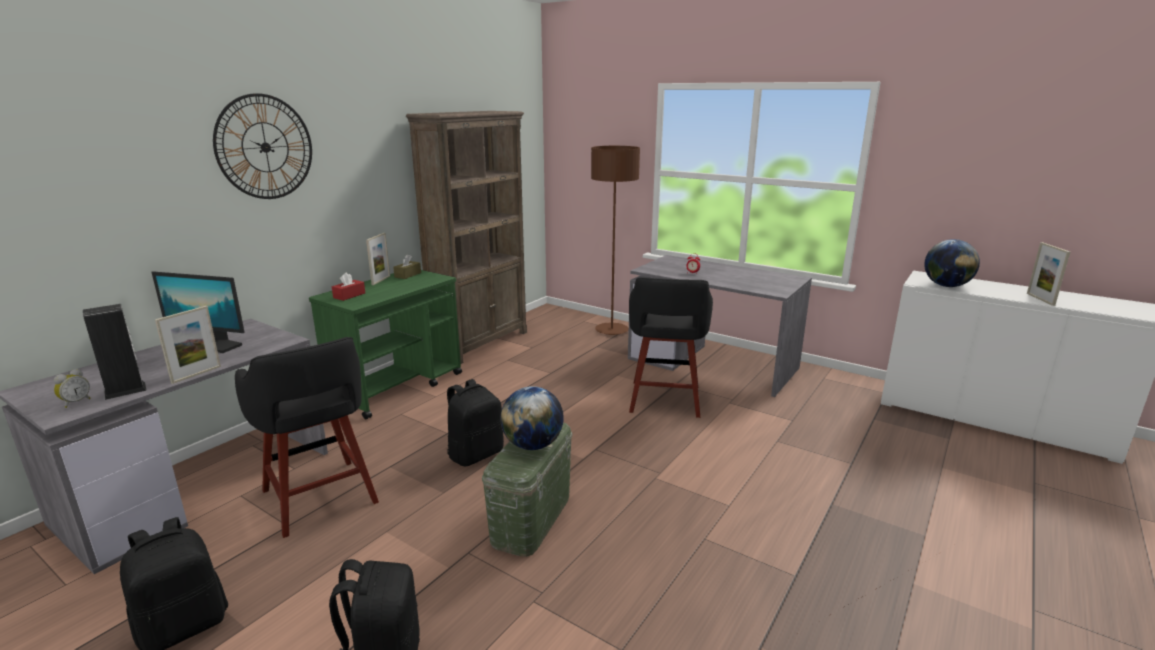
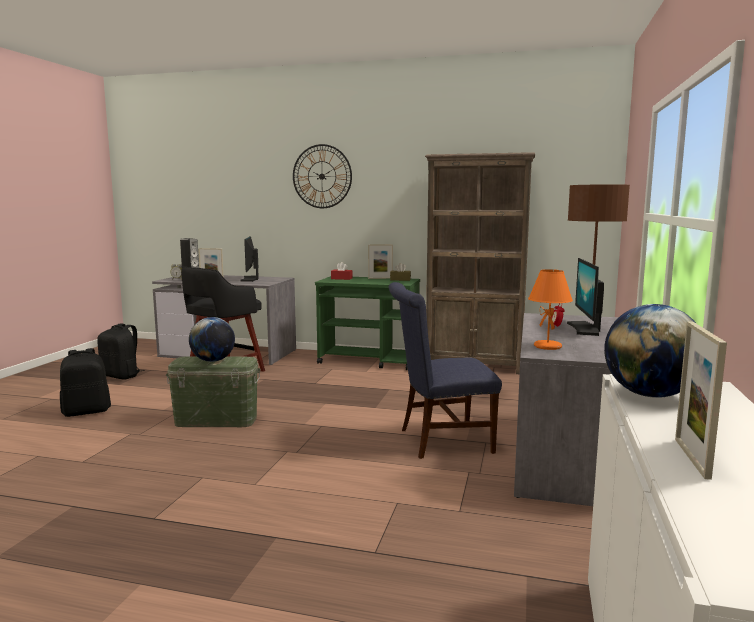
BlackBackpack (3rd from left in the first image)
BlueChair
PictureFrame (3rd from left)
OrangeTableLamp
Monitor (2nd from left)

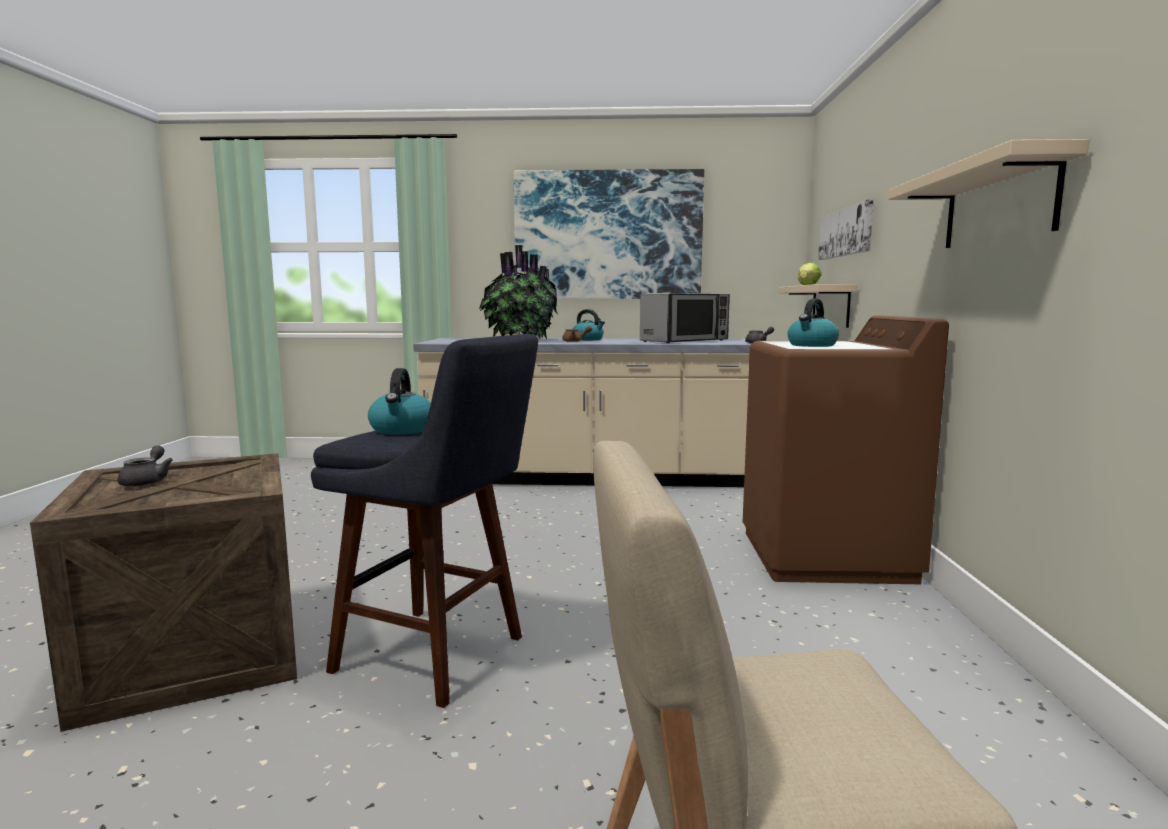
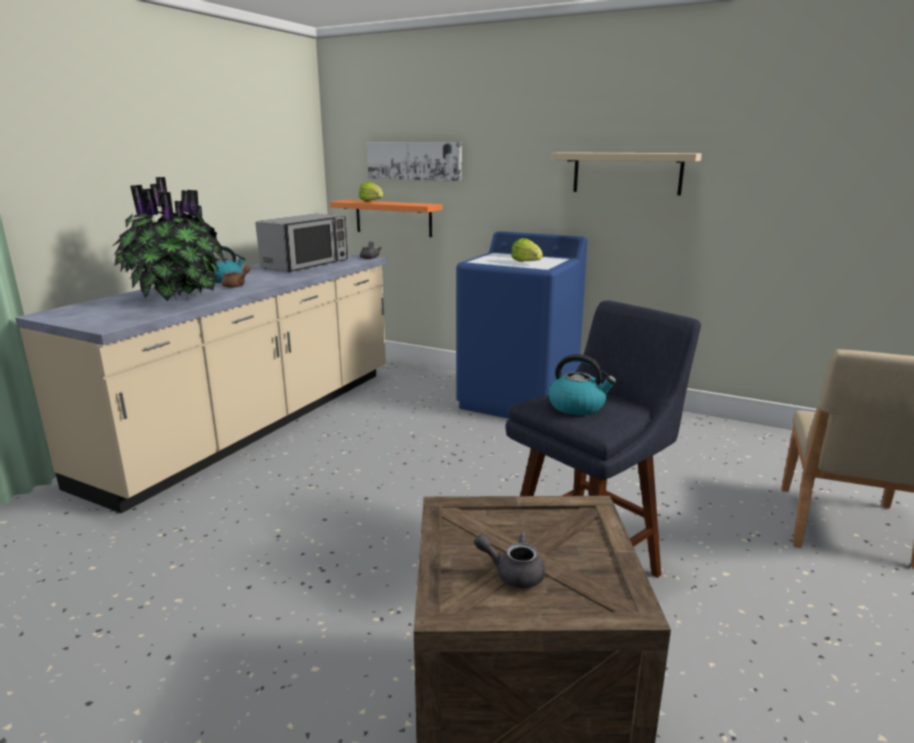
Picture (1st from left in the first image)
Microwave
BlueWashingMachine
OrangeShelf
Lettuce (2nd from left)

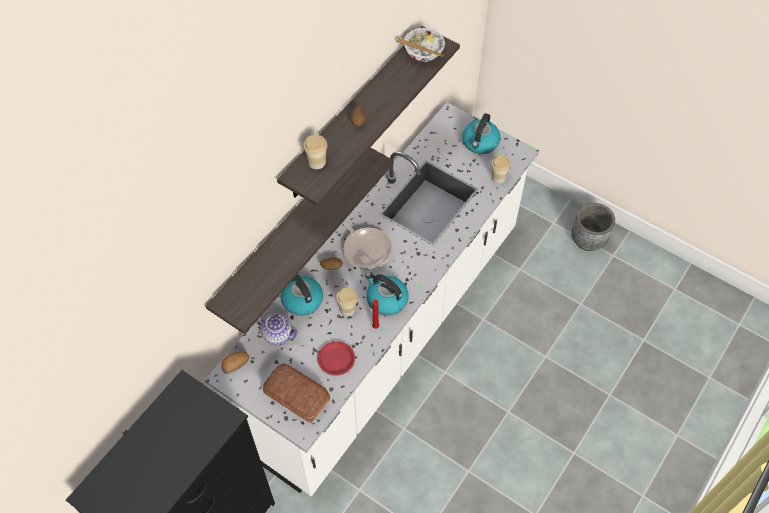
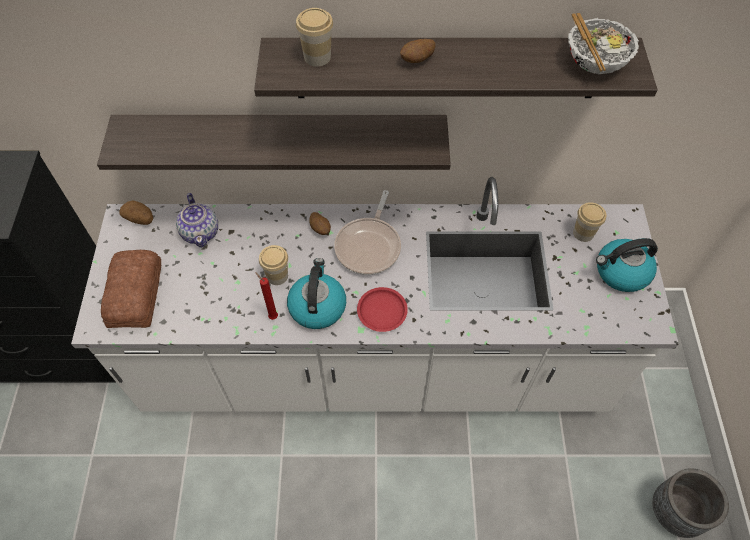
Kettle (1st from left in the first image)
RedPlate
Cup (3rd from left)

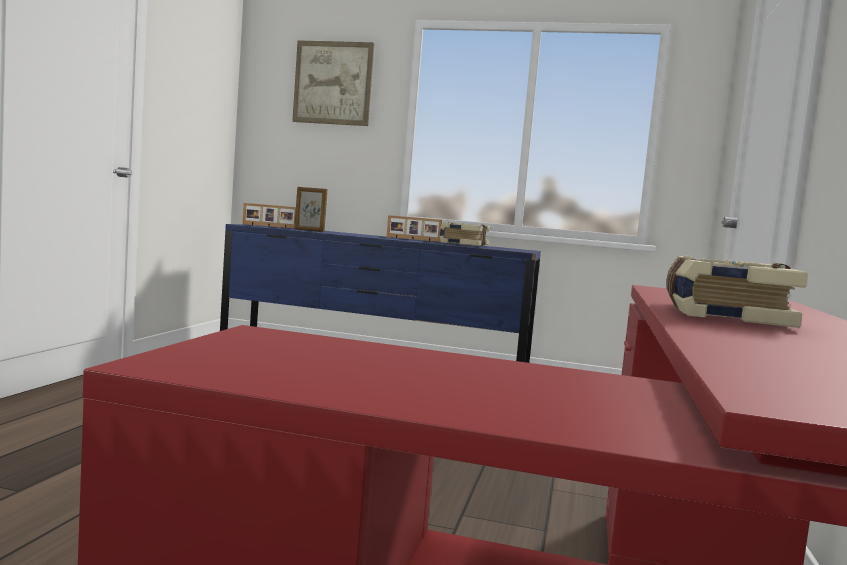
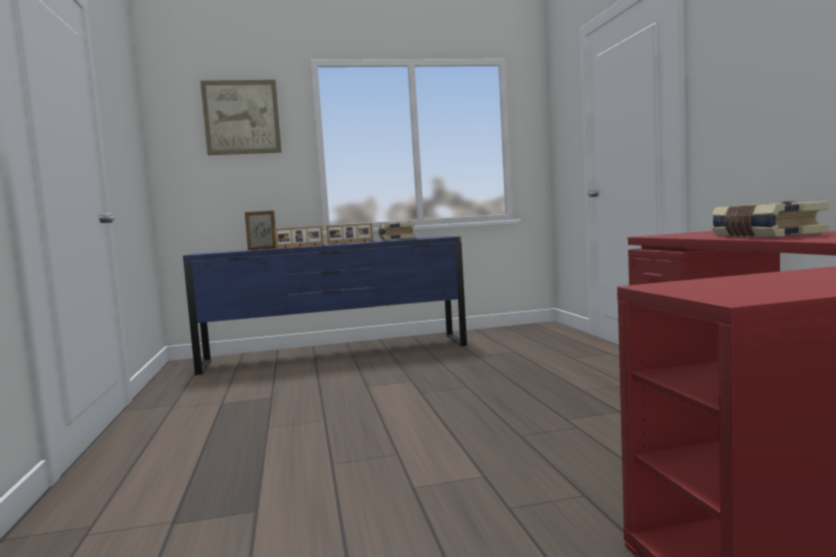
PictureFrame (2nd from left)

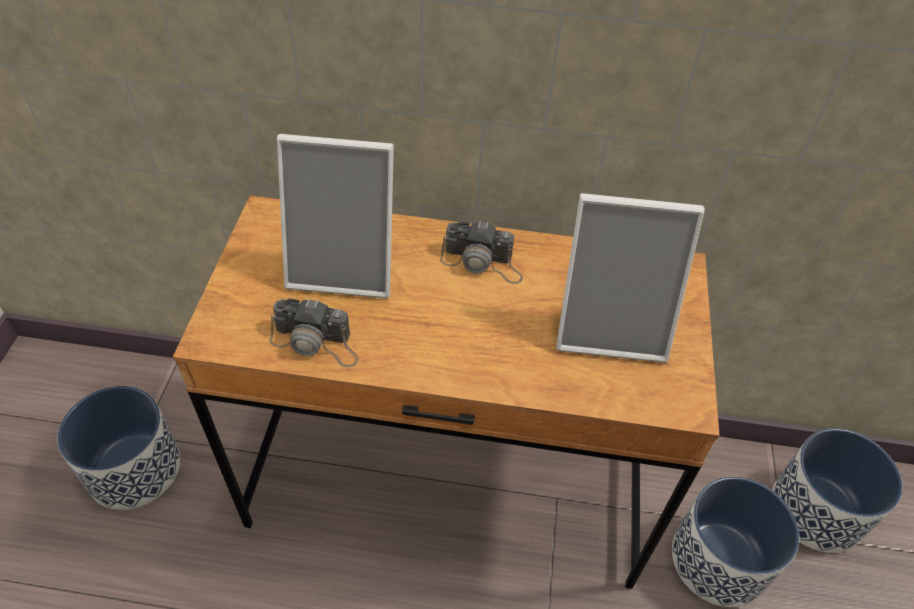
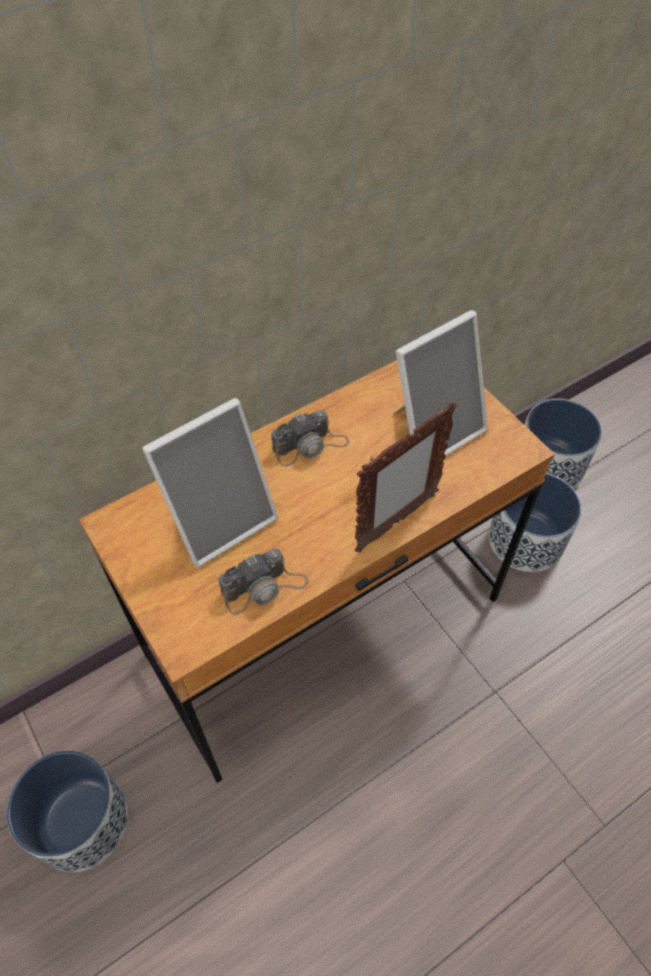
PictureFrame (2nd from left)

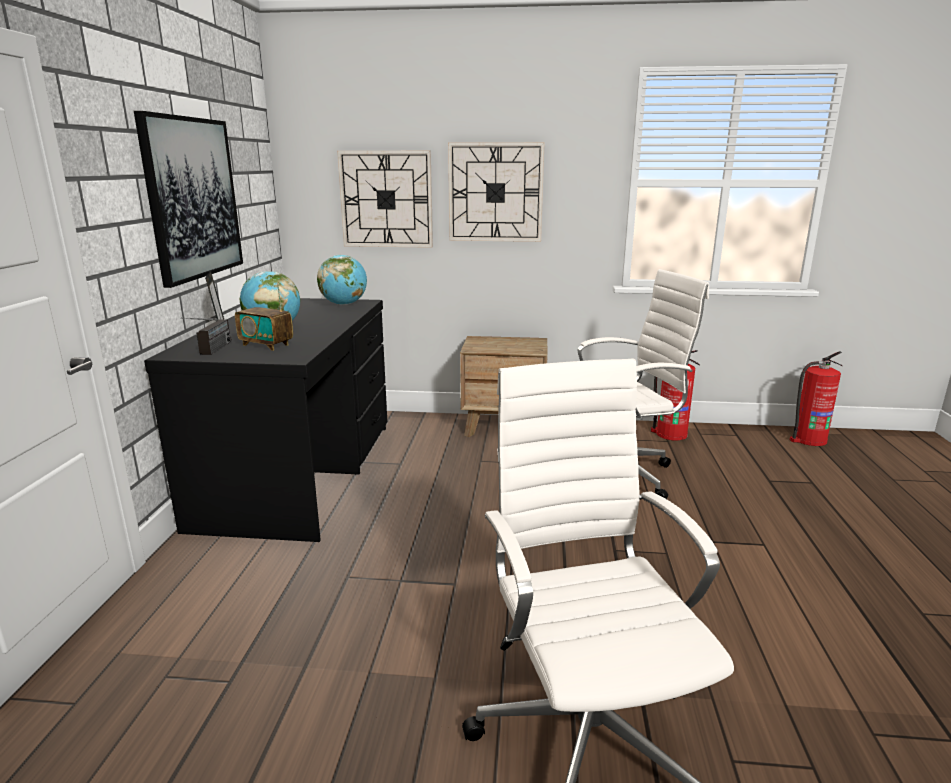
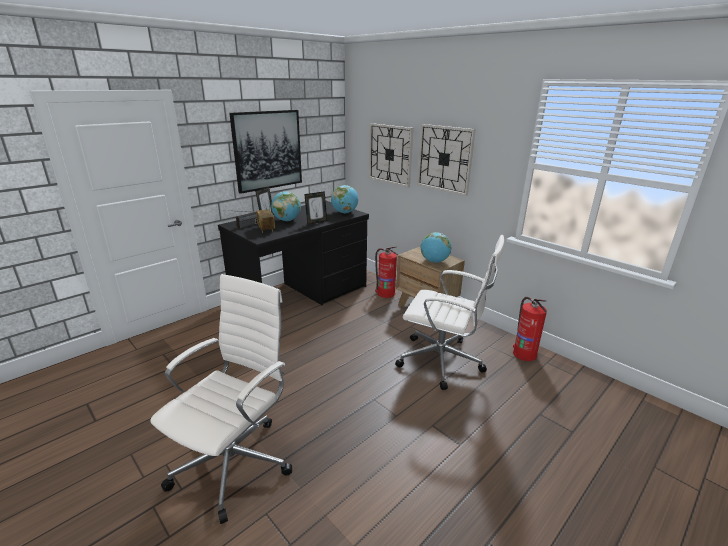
FireExtinguisher (1st from left)
PictureFrame (2nd from left)
Globe (3rd from left)

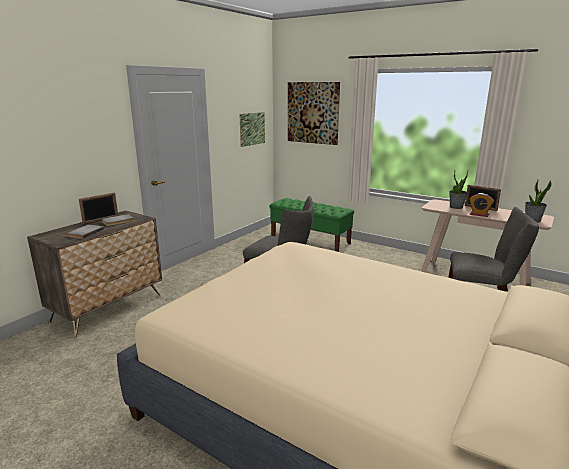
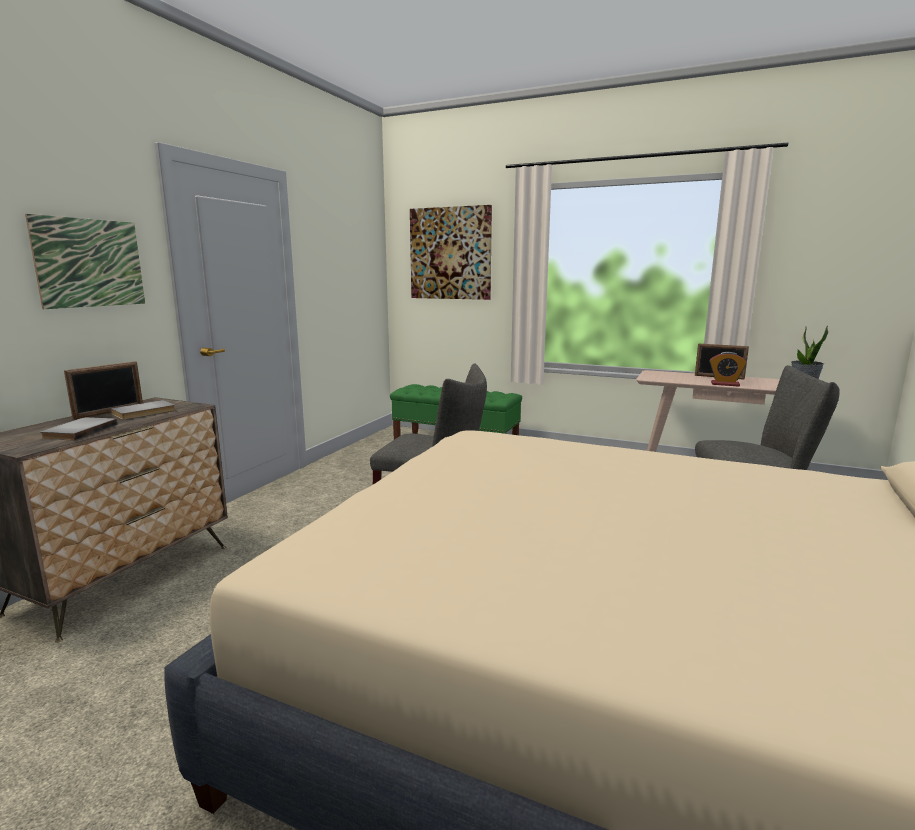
Picture (1st from left)
PottedPlant (1st from left in the first image)

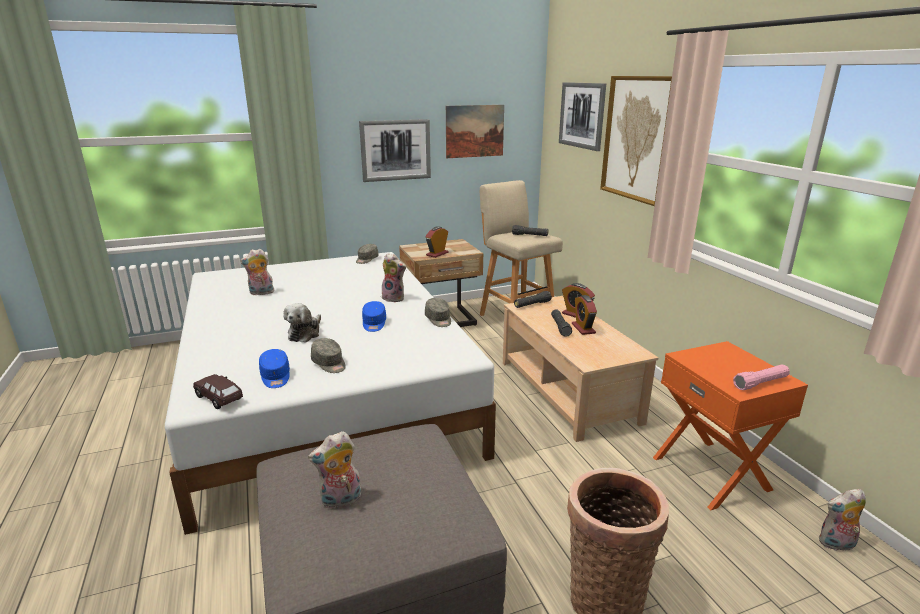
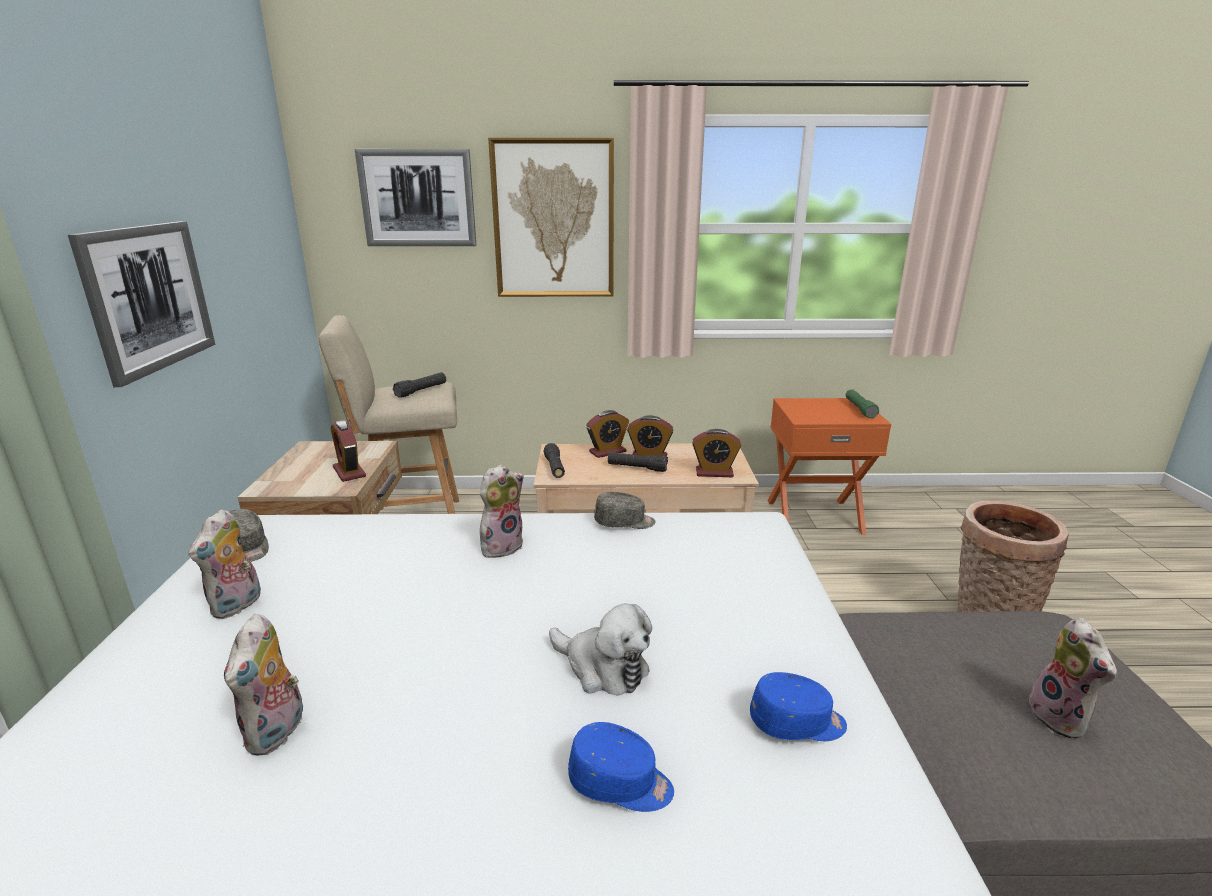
BrownToyCar
GreyCap (1st from left in the first image)
BlueCap (1st from left)
Picture (2nd from left in the first image)
GreenFlashlight
PlushToy (1st from left)
AlarmClock (4th from left)

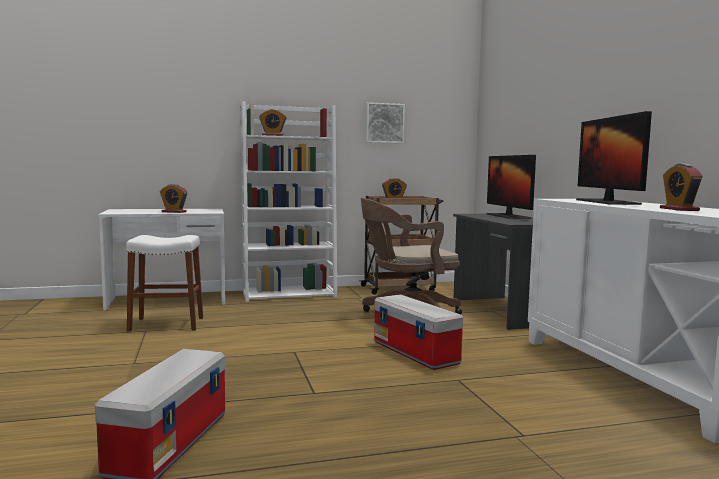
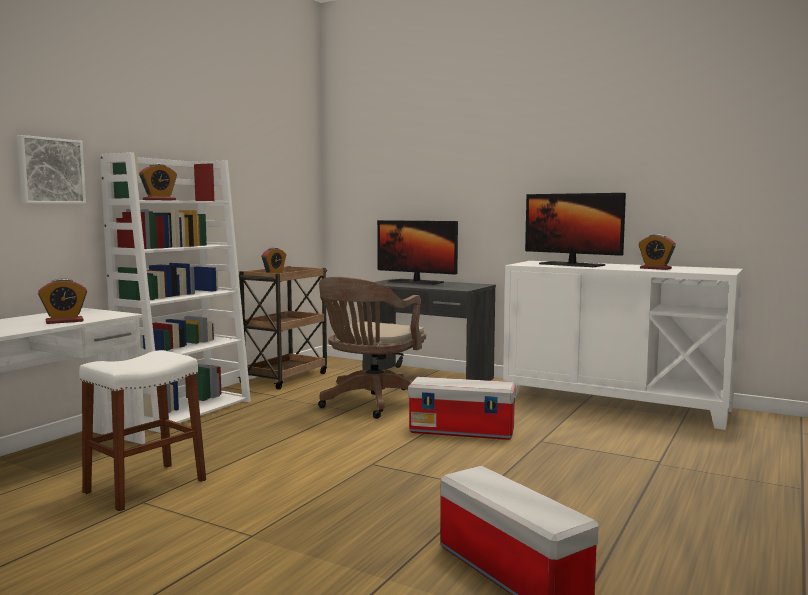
Picture

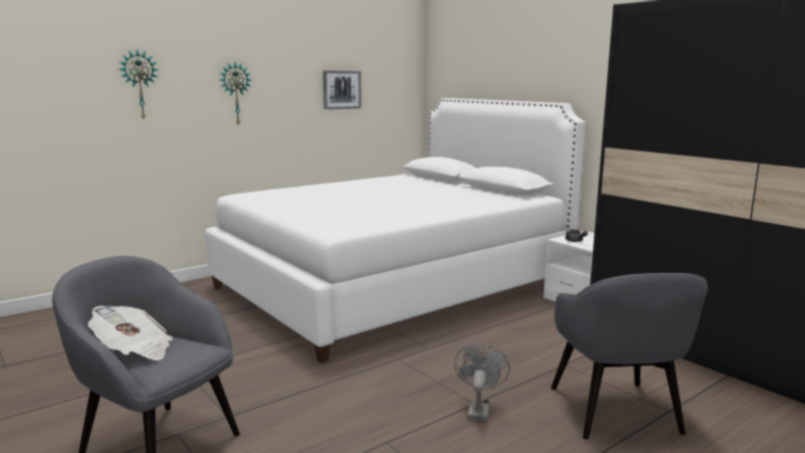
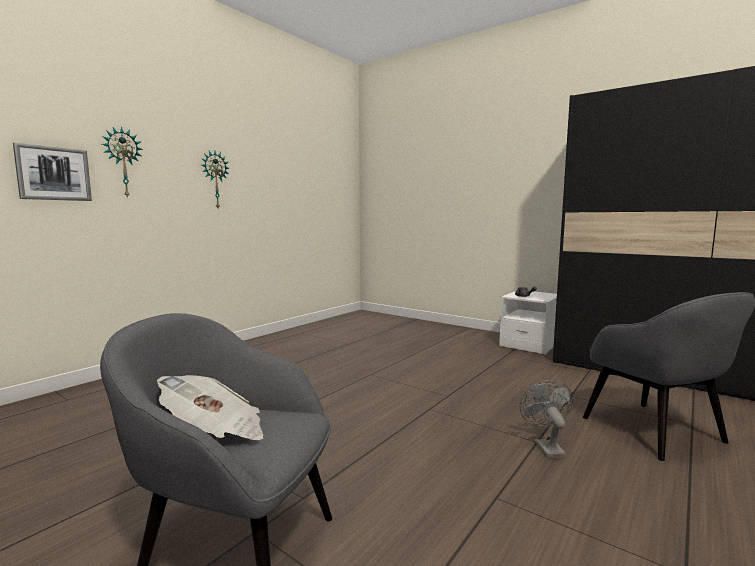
WhiteBed
Picture

